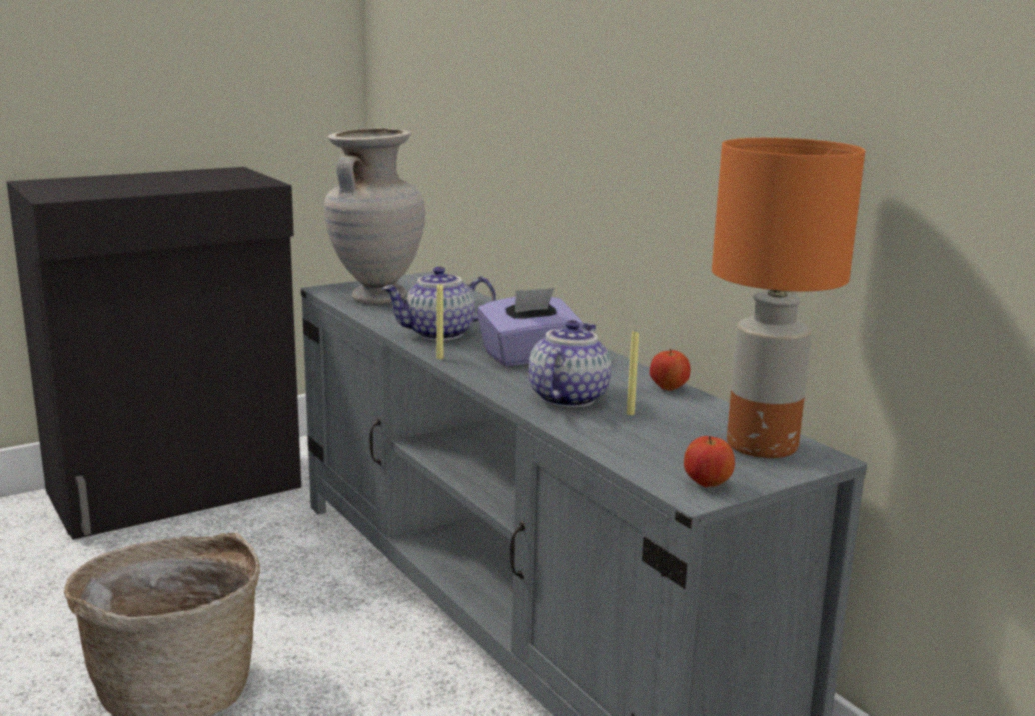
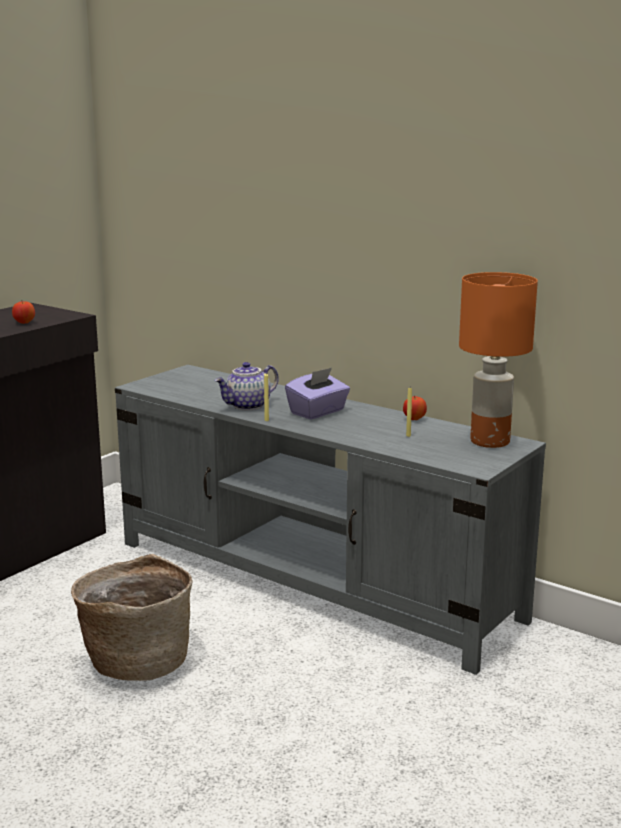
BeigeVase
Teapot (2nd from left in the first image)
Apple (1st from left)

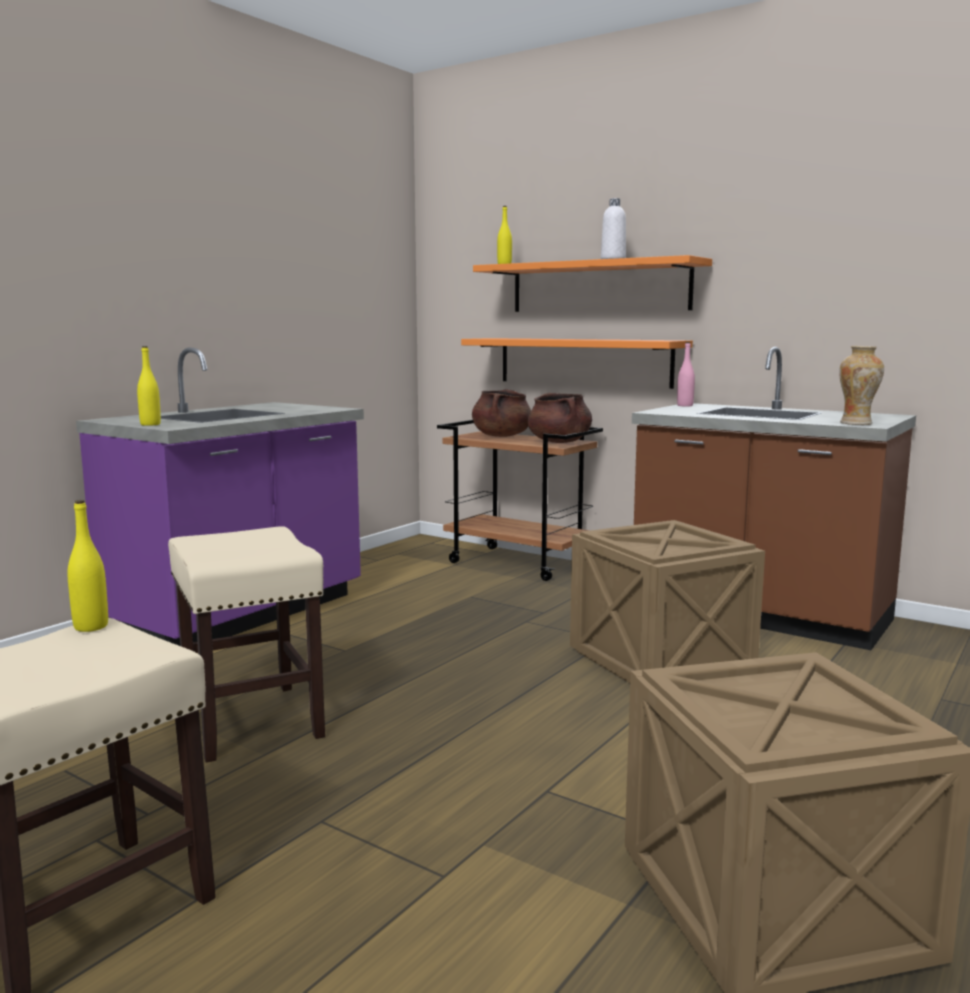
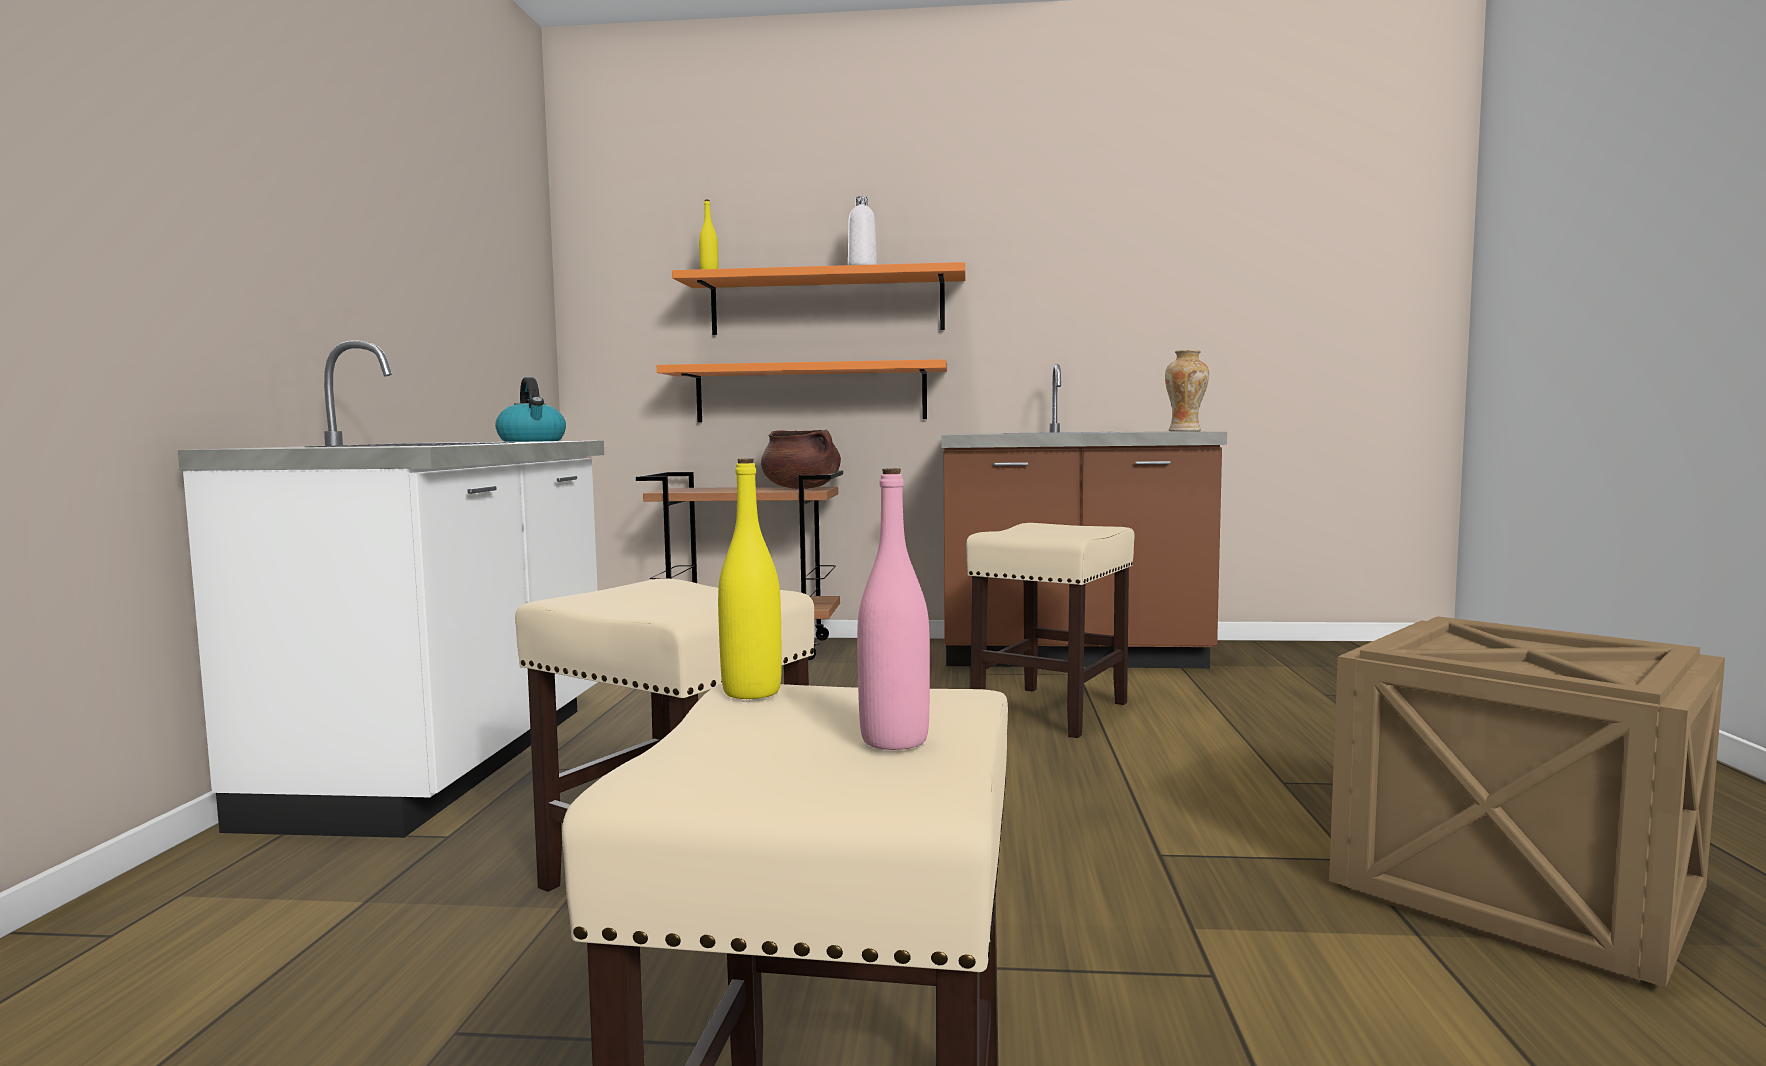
WhiteCounter
YellowBottle (2nd from left in the first image)
BrownCookingPot (1st from left in the first image)
BeigeStool (3rd from left)
PinkBottle
Kettle

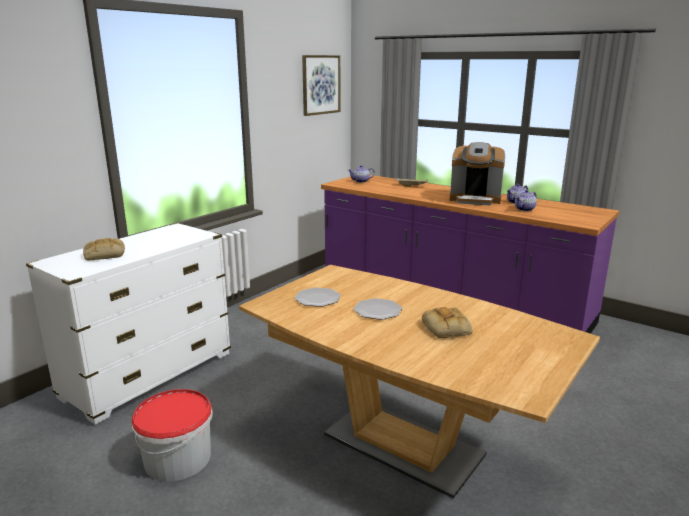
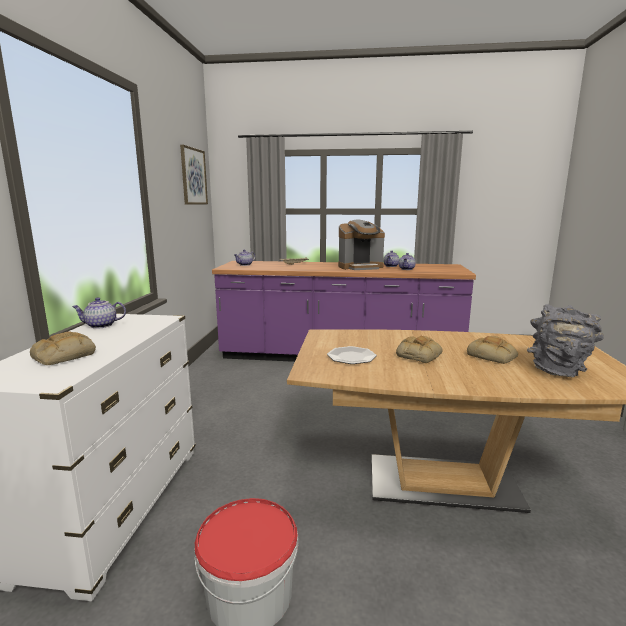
Bread (2nd from left)
Teapot (1st from left)
GreyVase

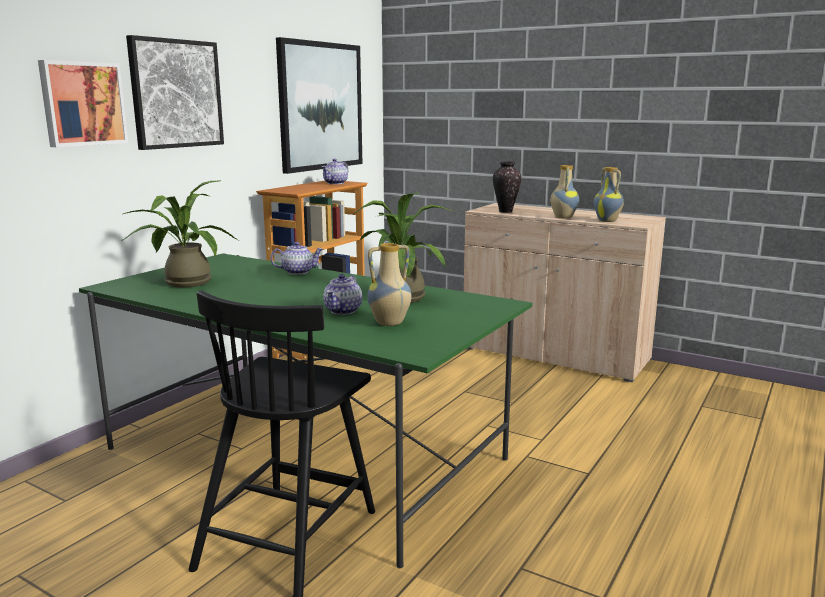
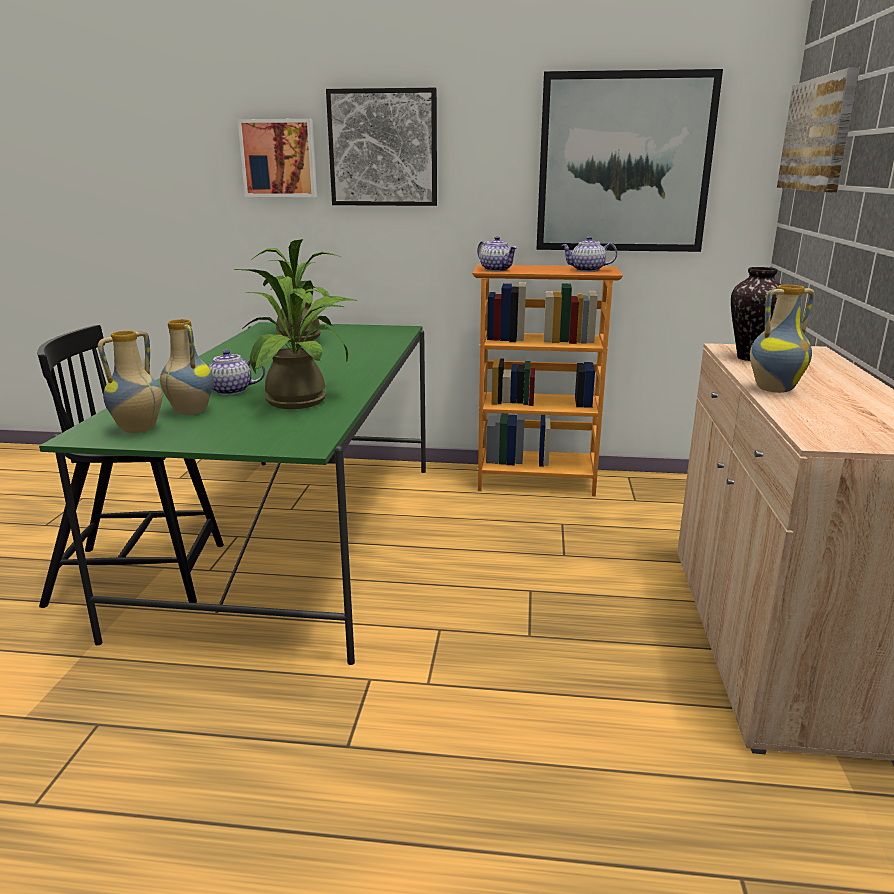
Teapot (2nd from left)
Vase (1st from left)
Picture (4th from left)

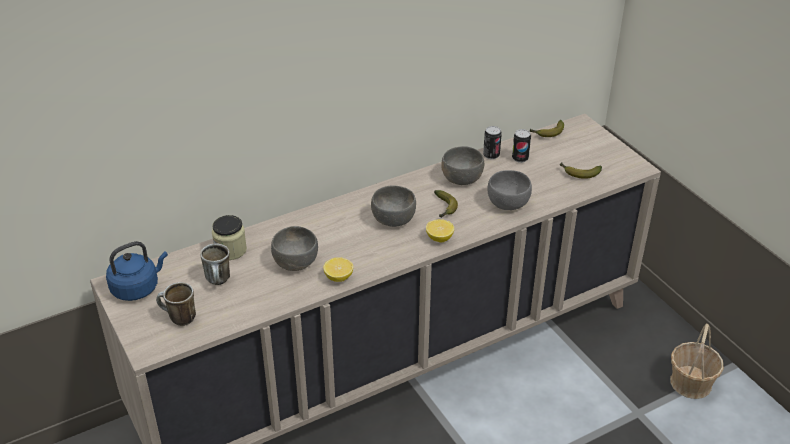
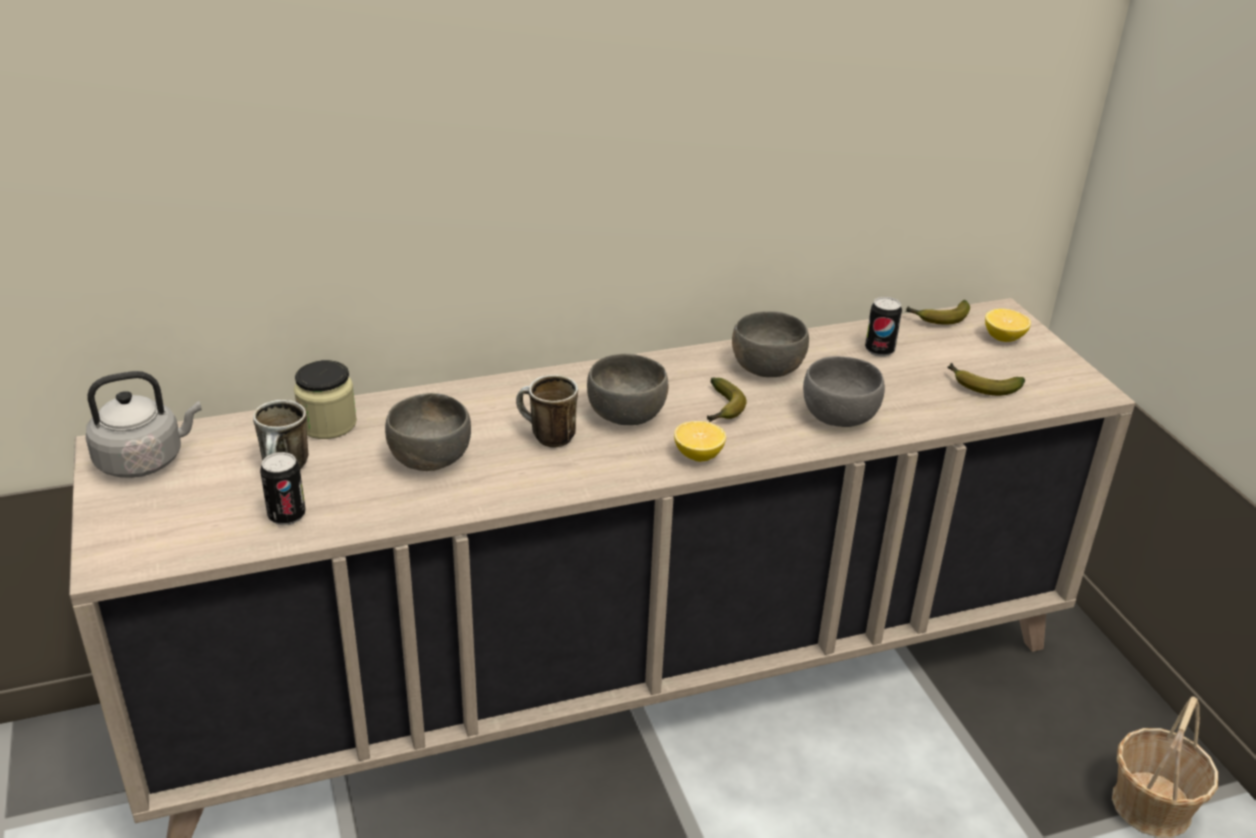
GreyKettle
Mug (2nd from left)
Lemon (2nd from left)
Can (1st from left)

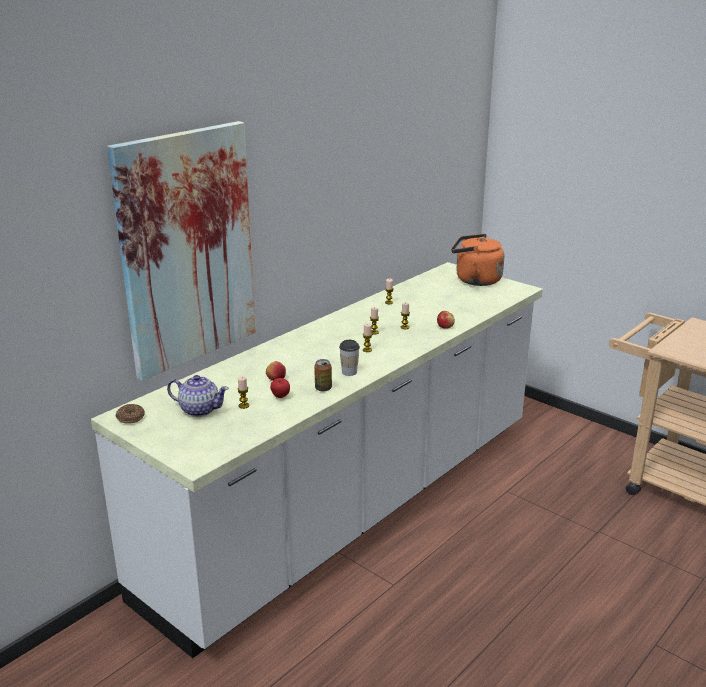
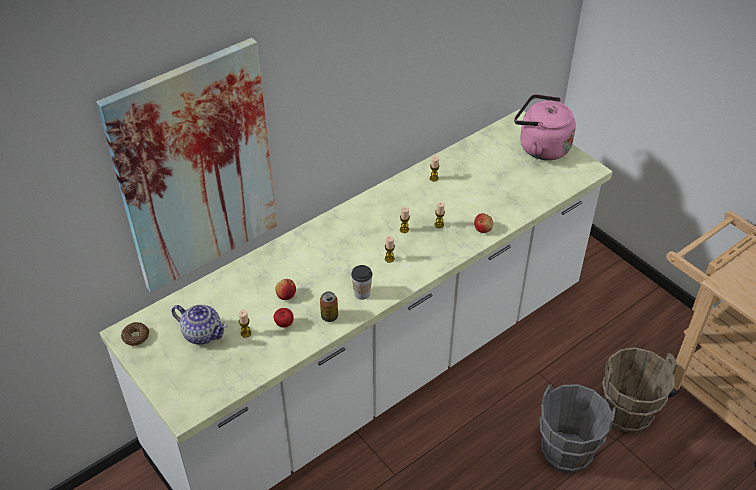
PinkKettle
GreyBucket
BrownBucket

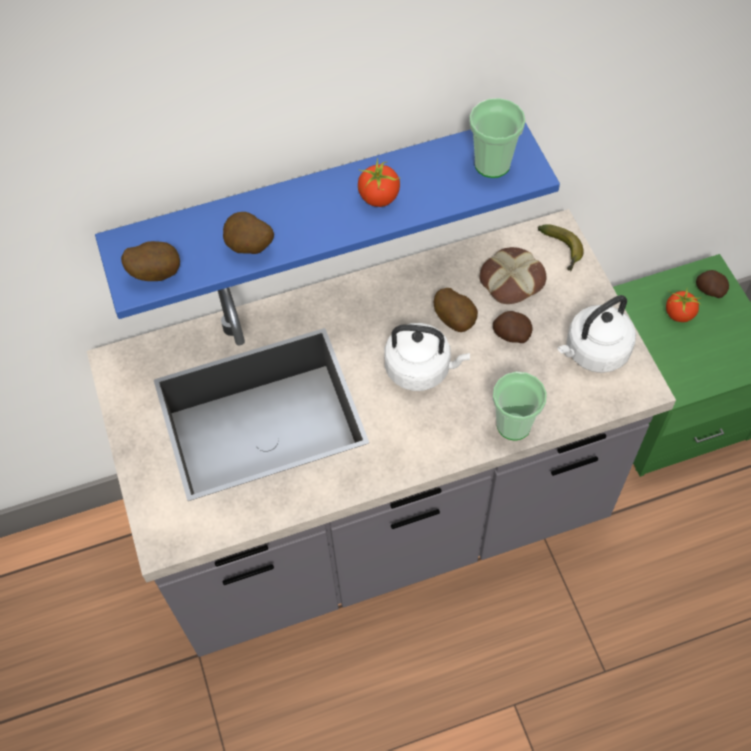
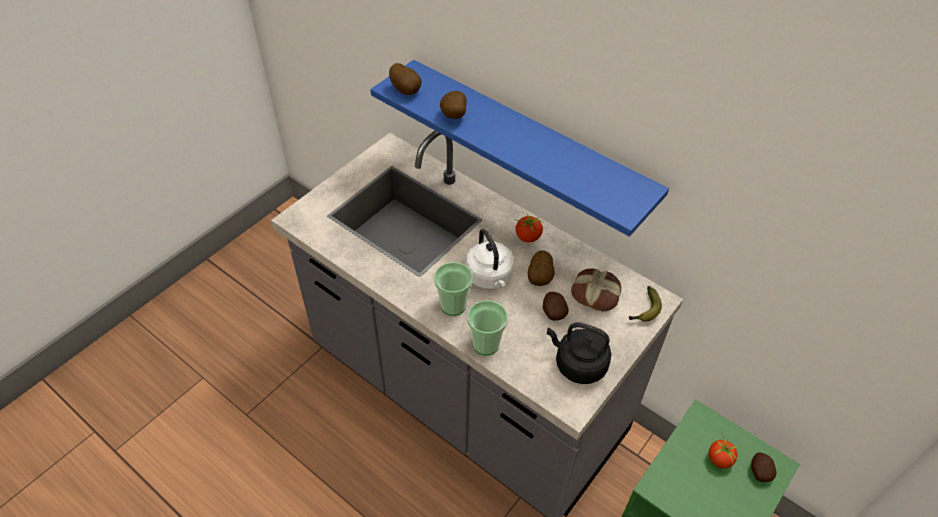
Tomato (1st from left)
Cup (1st from left)
BlackKettle

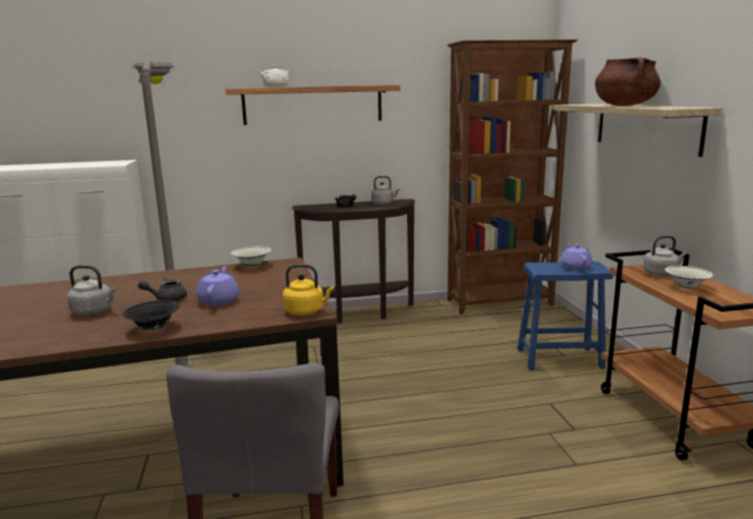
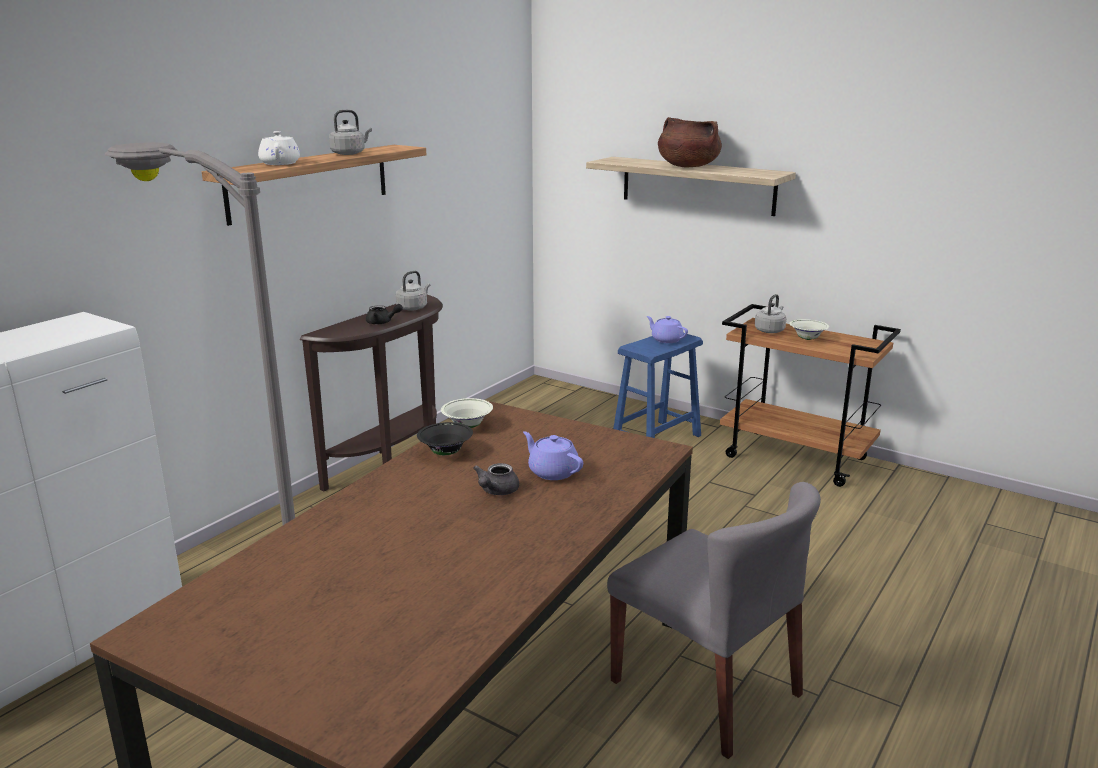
GreyKettle (1st from left)
BlackBowl
YellowKettle
BrownBookcase

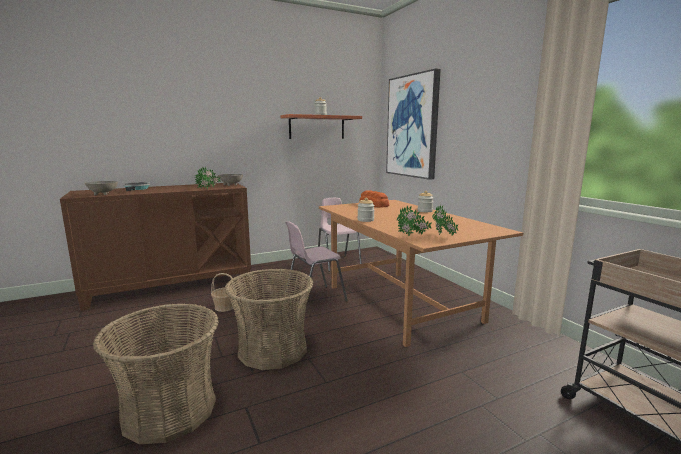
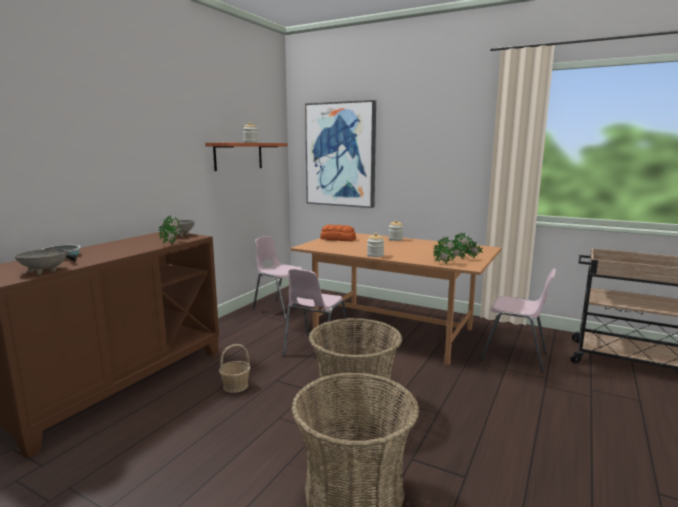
PinkChair (3rd from left)

